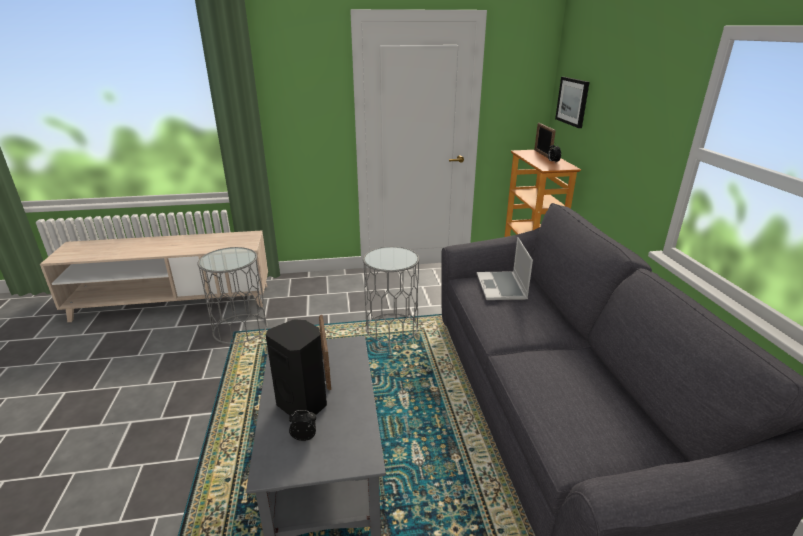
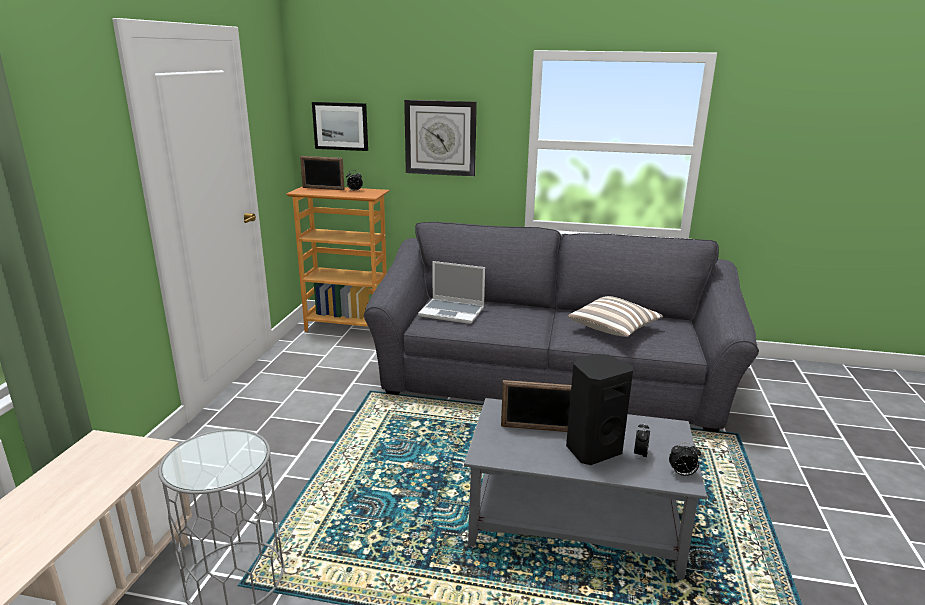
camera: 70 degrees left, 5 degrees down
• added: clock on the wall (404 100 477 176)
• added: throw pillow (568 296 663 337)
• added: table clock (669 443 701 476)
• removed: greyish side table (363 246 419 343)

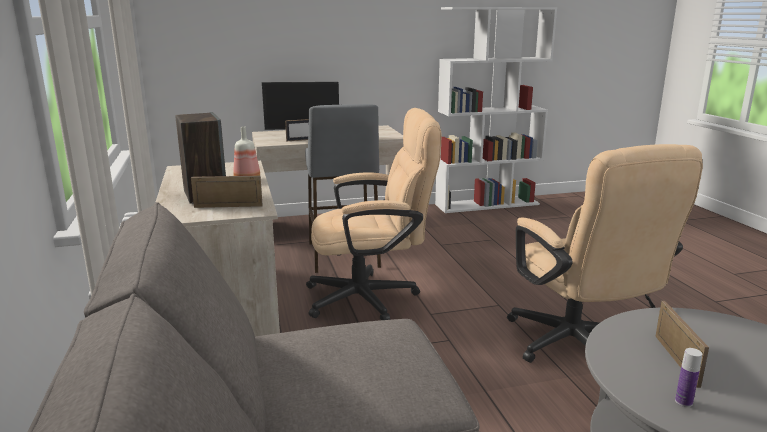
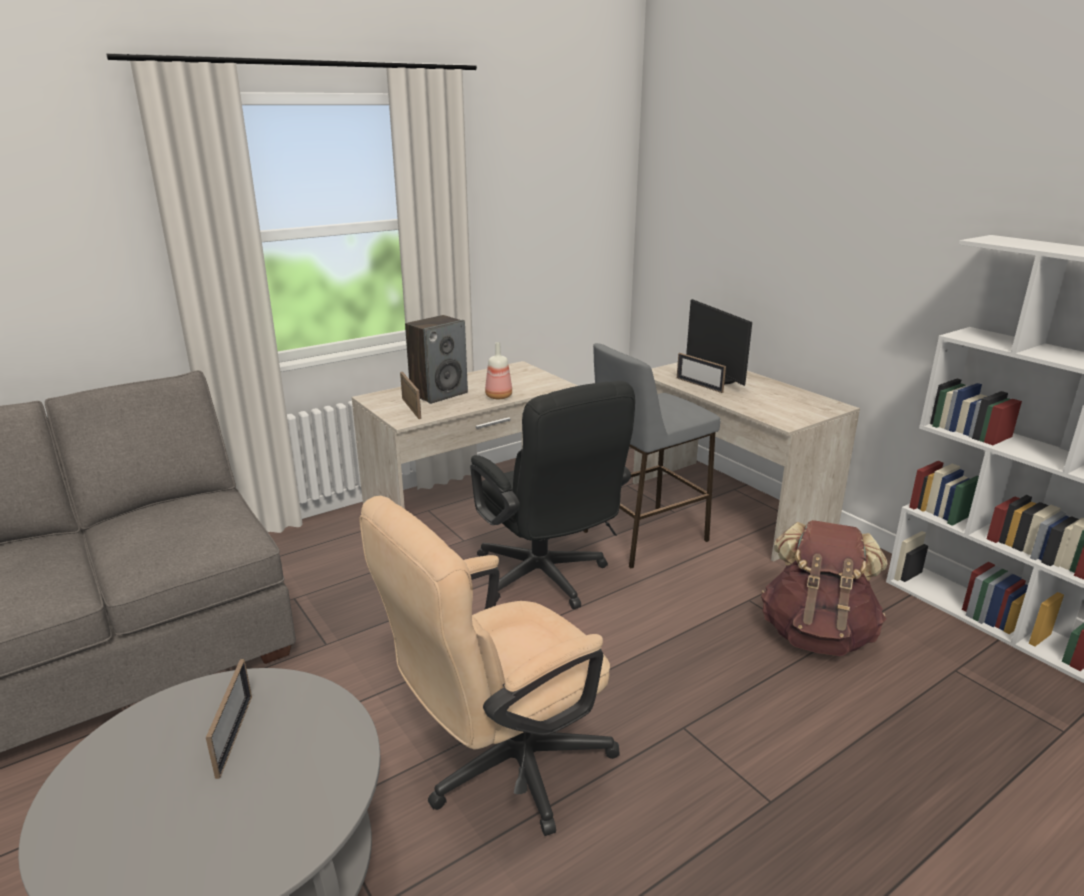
camera: 70 degrees right, 5 degrees up
• turned: standing frame (656 301 709 388) = (206 659 252 779) 75 degrees counterclockwise
• recoloured: beige-coloured computer chair (306 108 441 320) to blackish computer chair (470 381 635 609)
• added: brownish rucksack (761 520 888 656)
• removed: drink bottle (675 348 702 407)

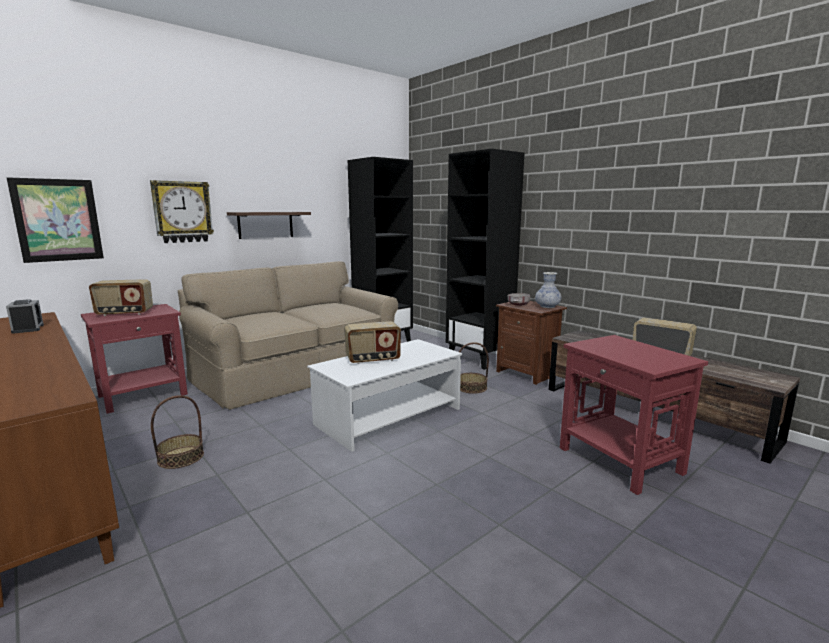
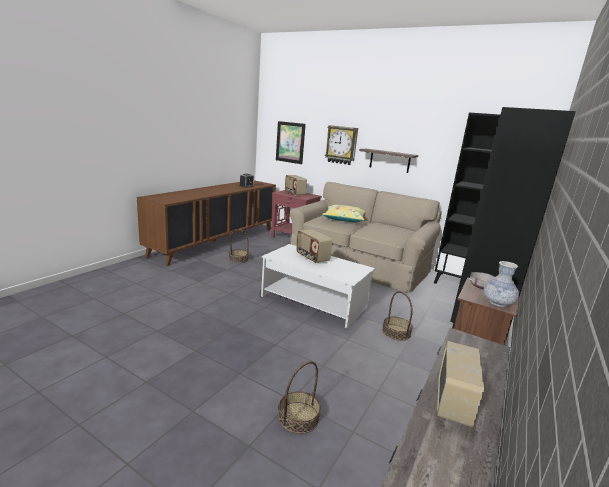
camera: 70 degrees right, 5 degrees up
• replaced: red-coloured side table (560 335 708 495) to basket (278 361 321 434)
• added: yellow throw pillow (322 205 366 222)

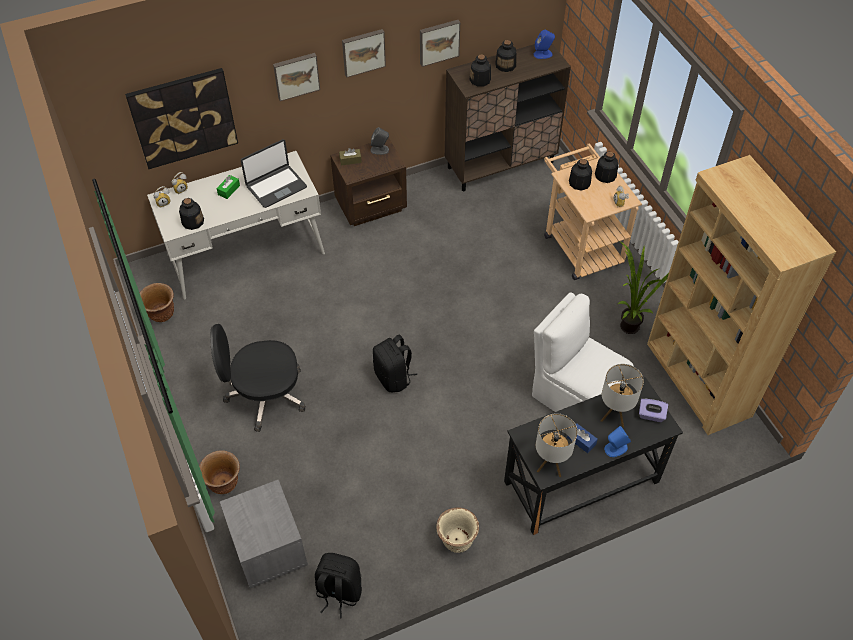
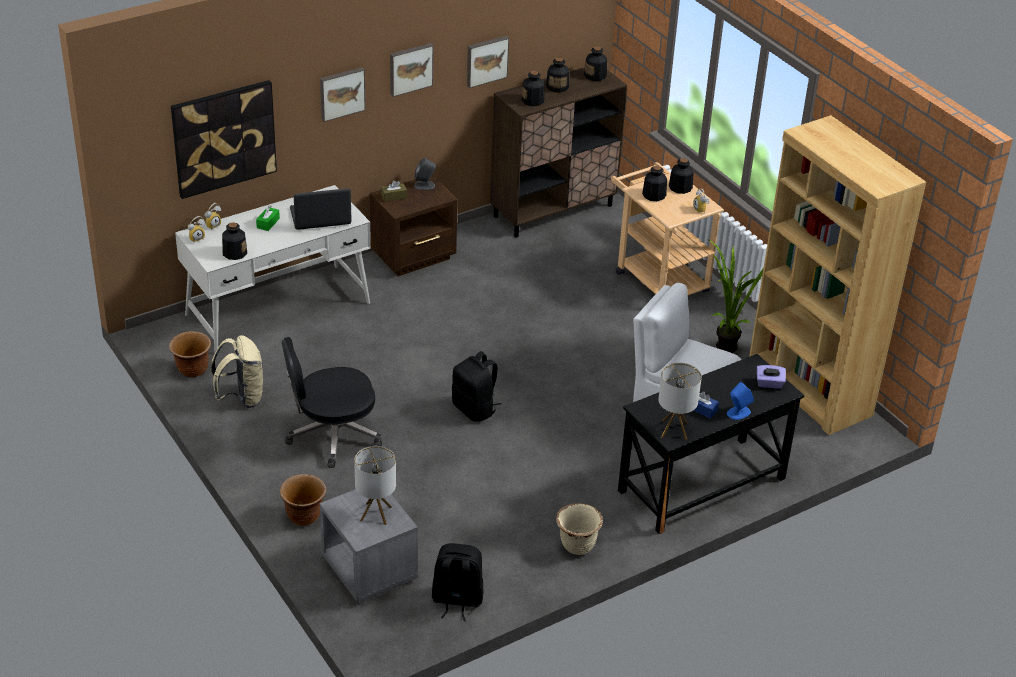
camera: 10 degrees left, 15 degrees down
• added: beige-coloured rucksack (211 335 264 408)
• turned: notebook computer (241 139 307 208) = (290 188 352 230) 150 degrees counterclockwise
• moved: tabletop lamp (601 364 644 428) to (354 446 396 525)
• replaced: blue speaker (534 30 555 59) to drink bottle (584 47 607 81)

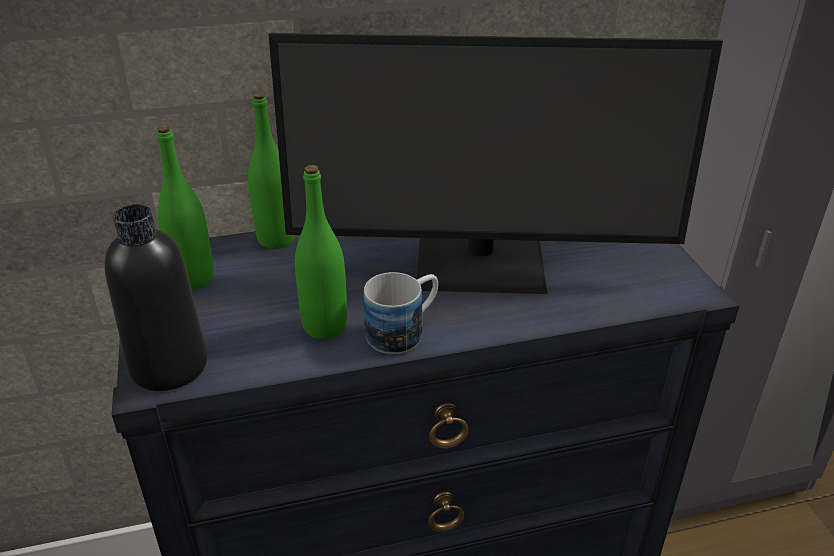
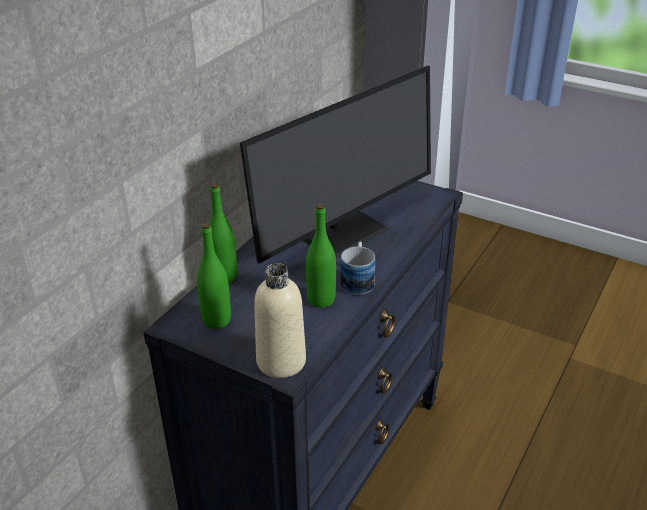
camera: 45 degrees left, 0 degrees up
• recoloured: blackish drink bottle (105 204 207 391) to beige-coloured drink bottle (254 263 306 378)

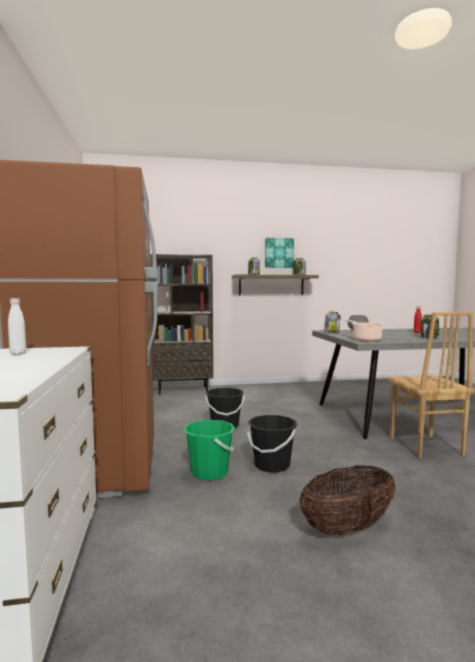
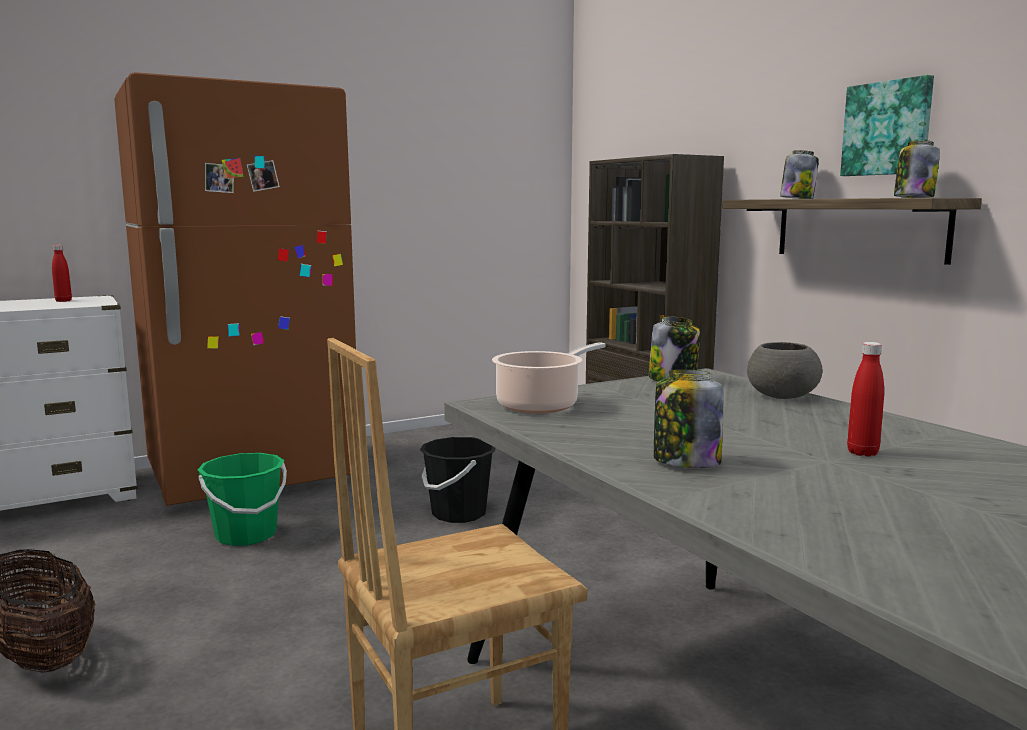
camera: 70 degrees right, 5 degrees up
• recoloured: whitish drink bottle (8 298 26 355) to red-coloured drink bottle (52 245 72 302)
• removed: blackish bucket (247 415 297 472)

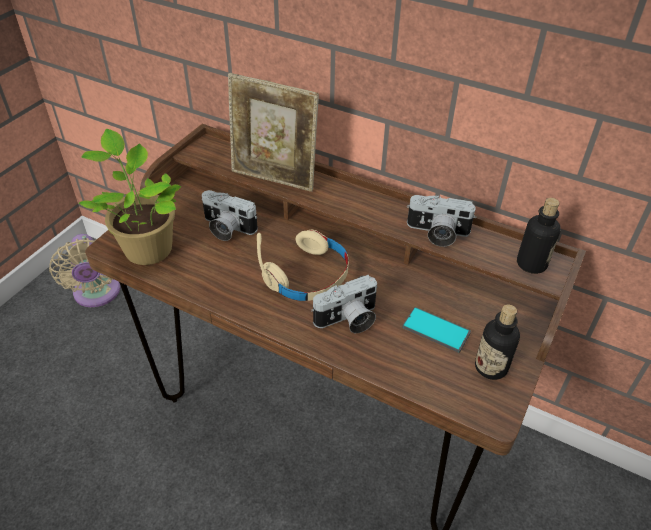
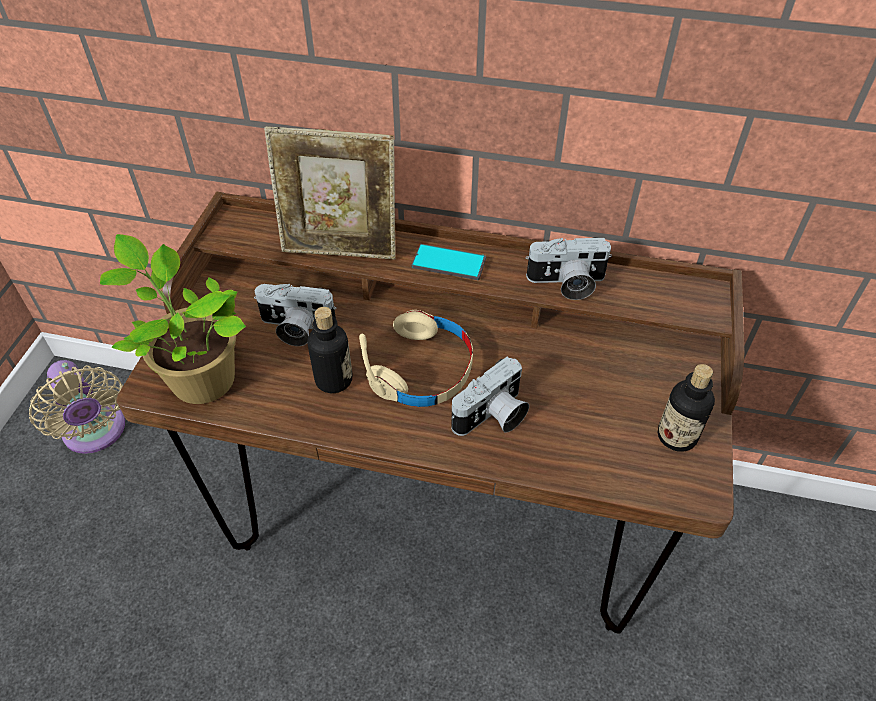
camera: 15 degrees left, 5 degrees up
• moved: drink bottle (517 198 561 274) to (307 307 352 393)
• moved: handset (402 307 471 353) to (411 244 486 280)

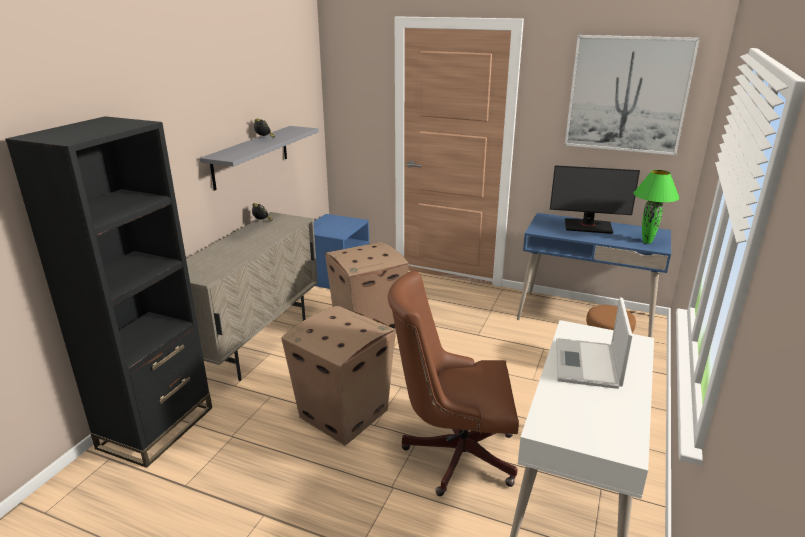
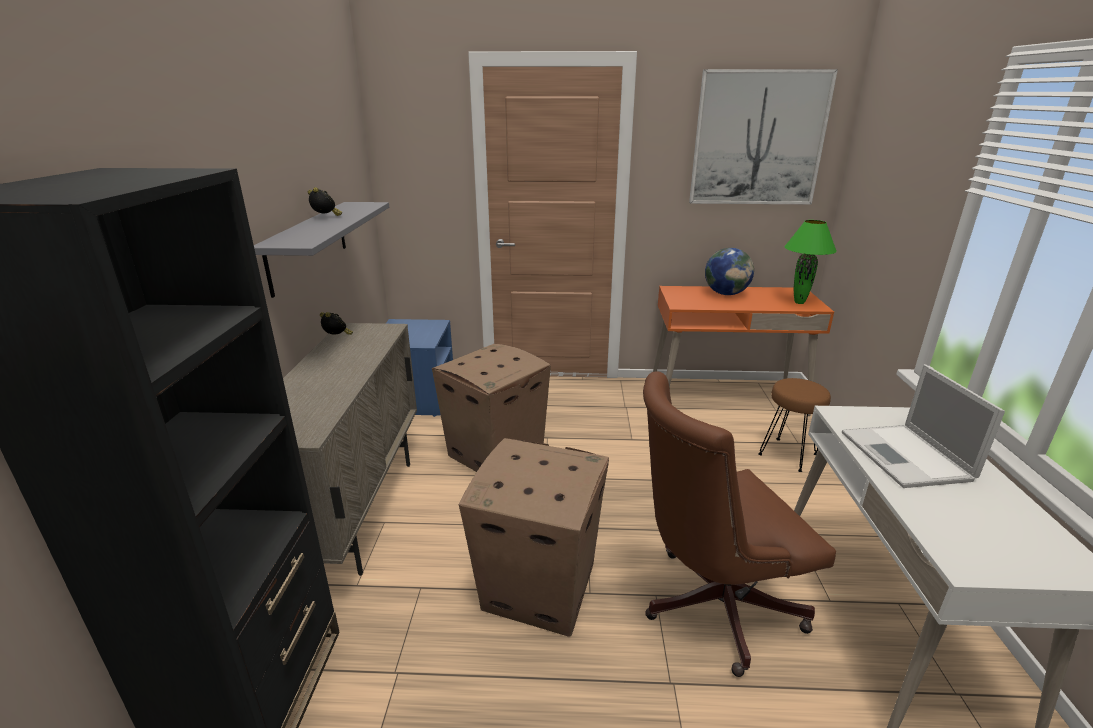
camera: 20 degrees left, 0 degrees up
• recoloured: blue desk table (517 213 671 337) to orange-coloured desk table (653 286 834 416)
• replaced: computer display (550 165 640 234) to world globe (705 248 754 295)

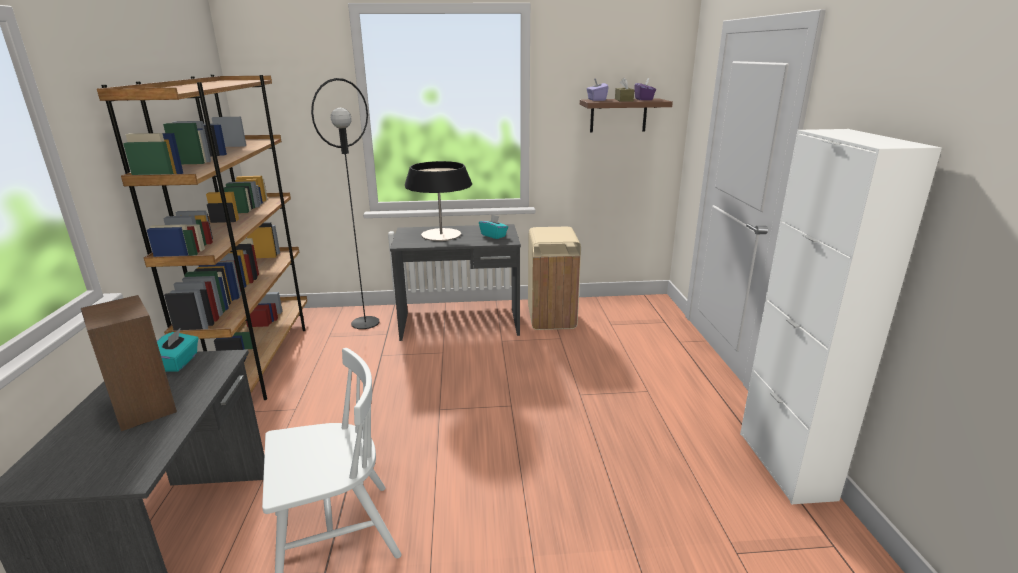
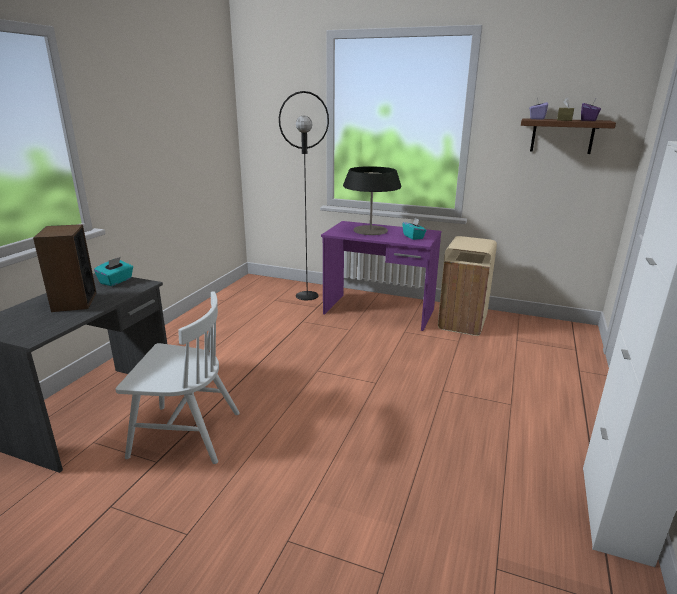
camera: 25 degrees right, 0 degrees up
• recoloured: greyish desk table (390 224 521 341) to purplish desk table (321 221 442 331)
• removed: brownish bookcase (97 75 307 400)

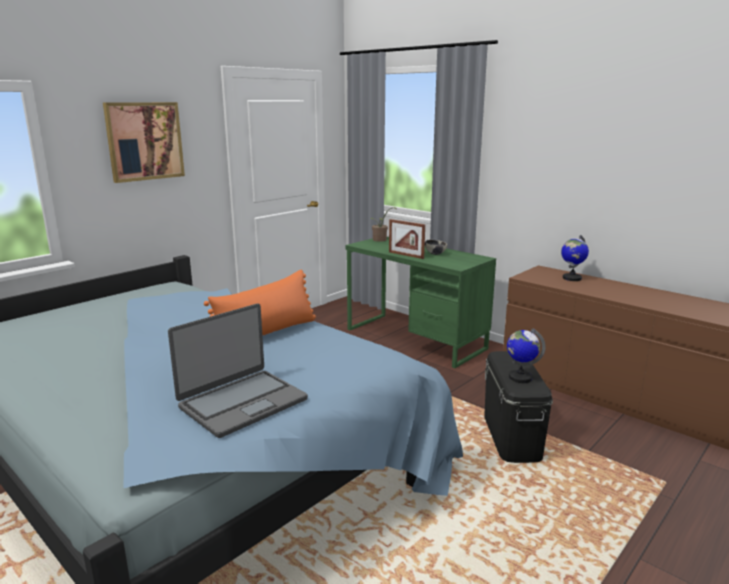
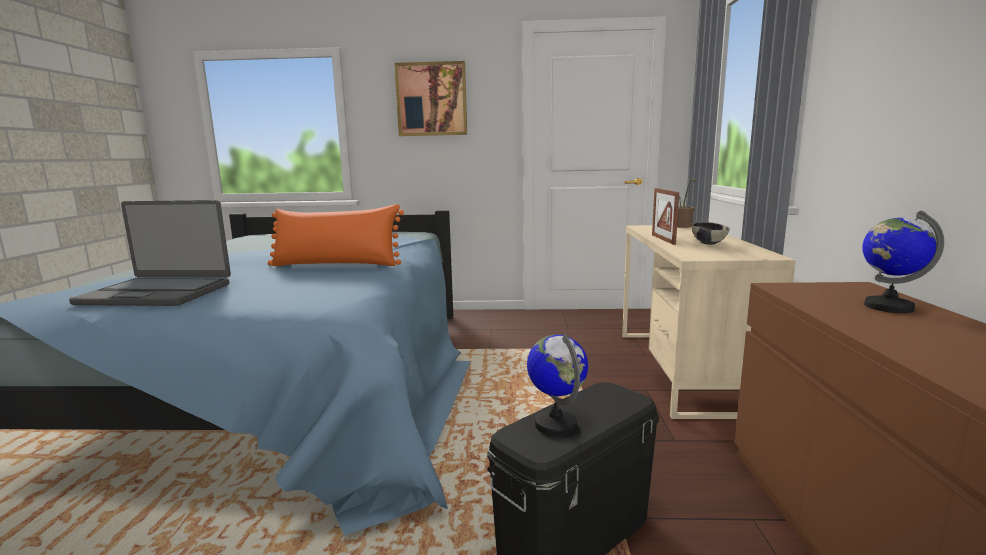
camera: 50 degrees right, 5 degrees down
• recoloured: green desk table (345 237 496 368) to beige-coloured desk table (622 225 796 419)

